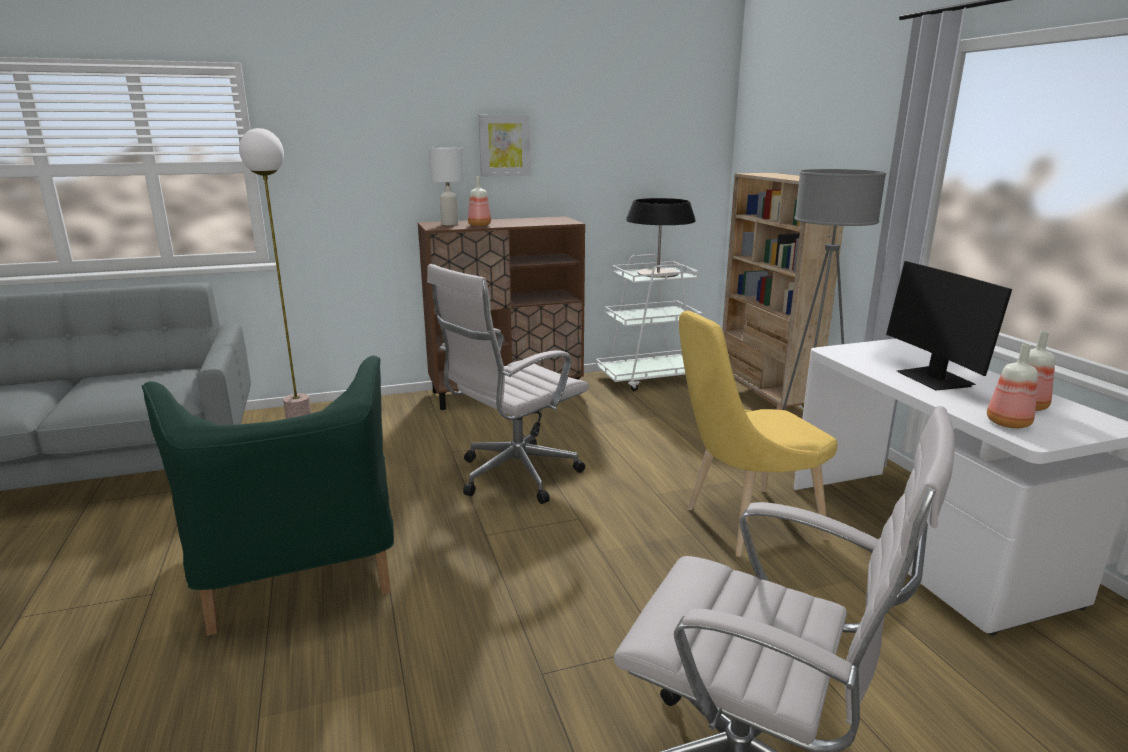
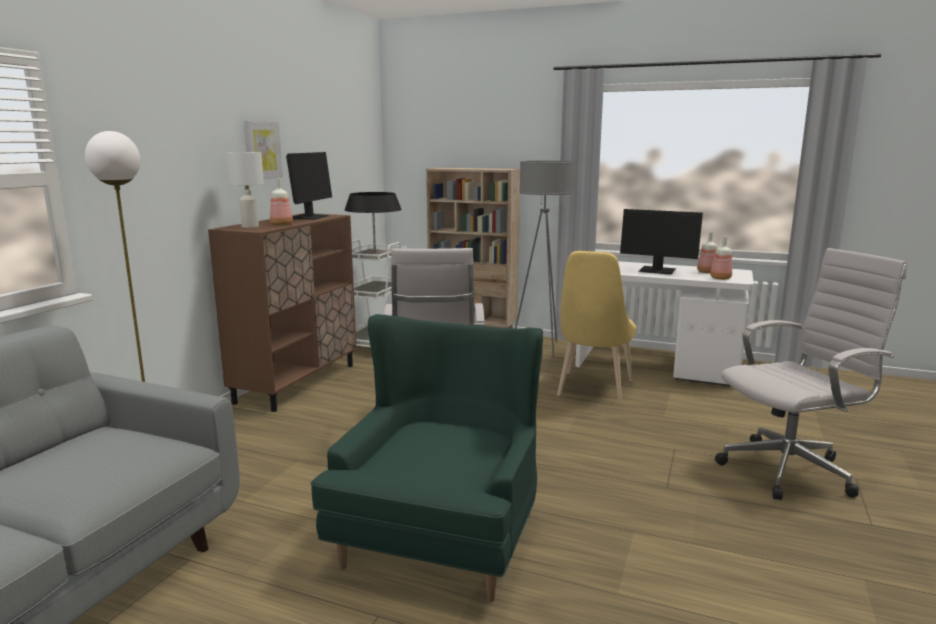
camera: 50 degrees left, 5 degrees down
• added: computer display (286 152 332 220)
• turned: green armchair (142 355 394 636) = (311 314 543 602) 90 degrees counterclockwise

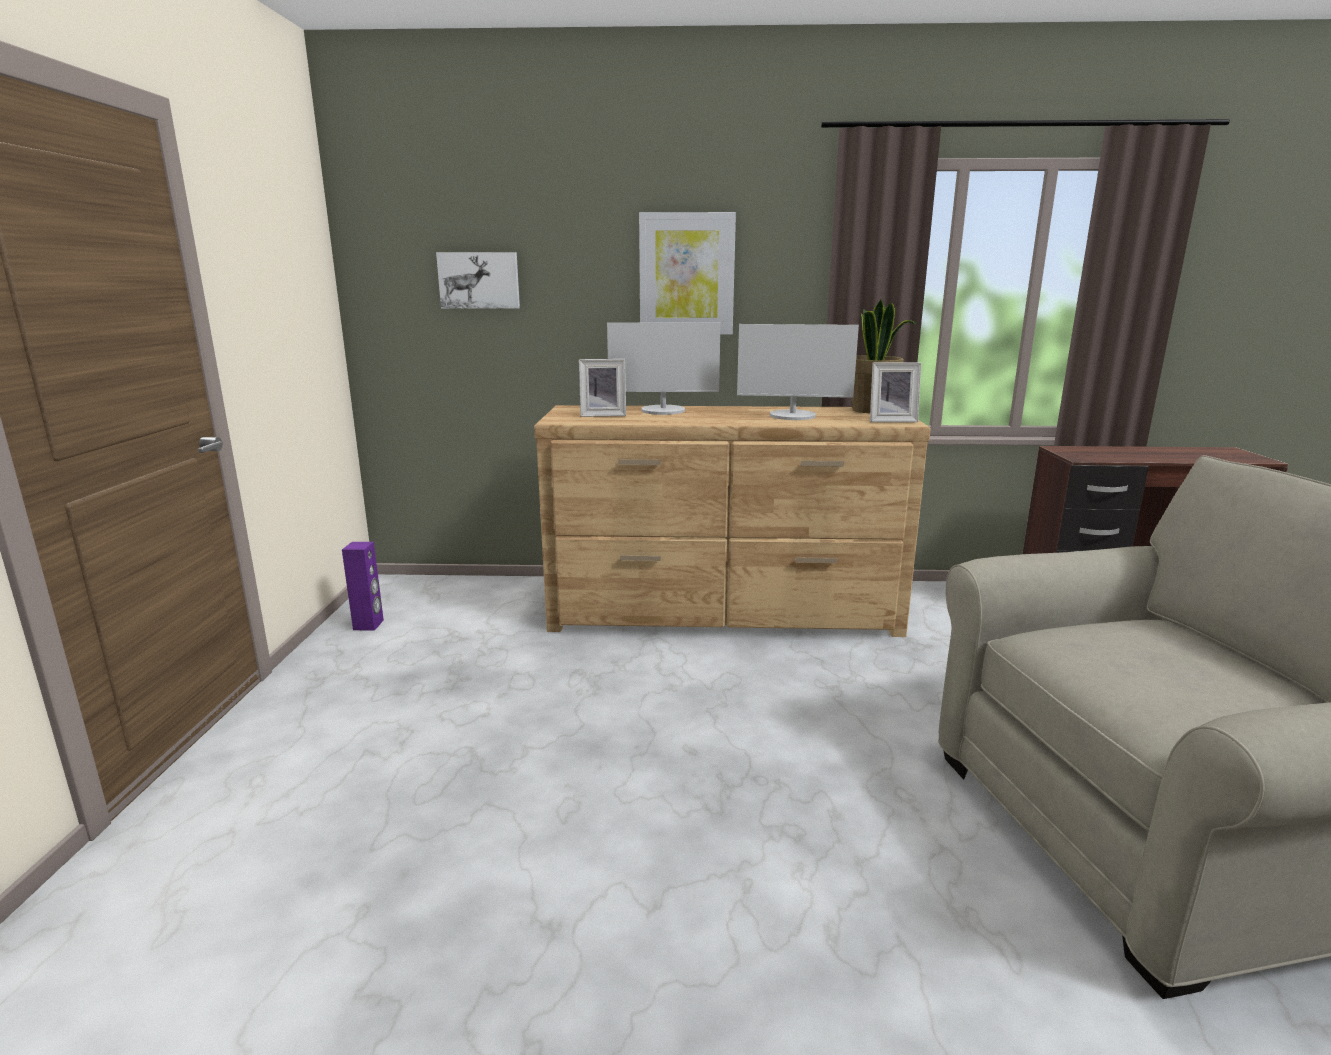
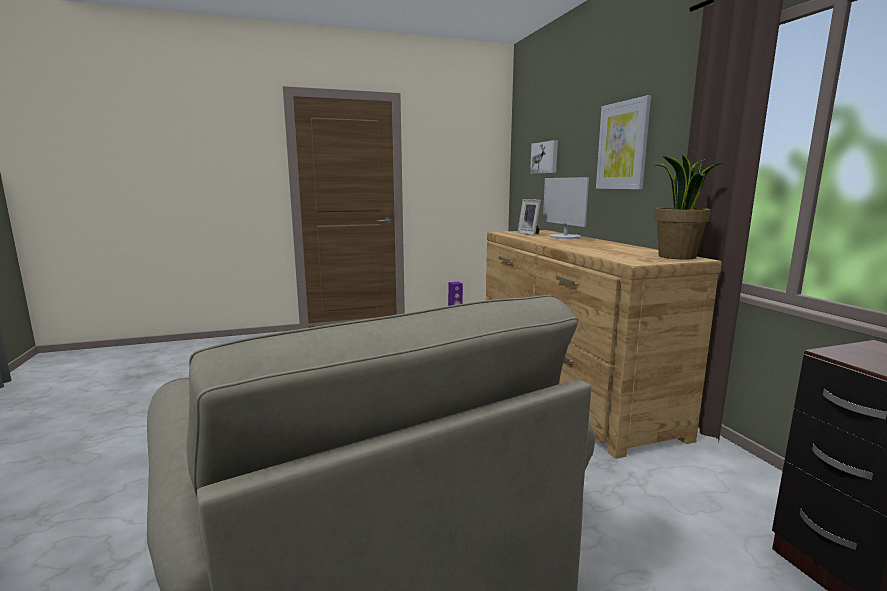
camera: 70 degrees right, 5 degrees down
• removed: computer display (737 324 859 420)
• removed: standing frame (870 362 921 422)

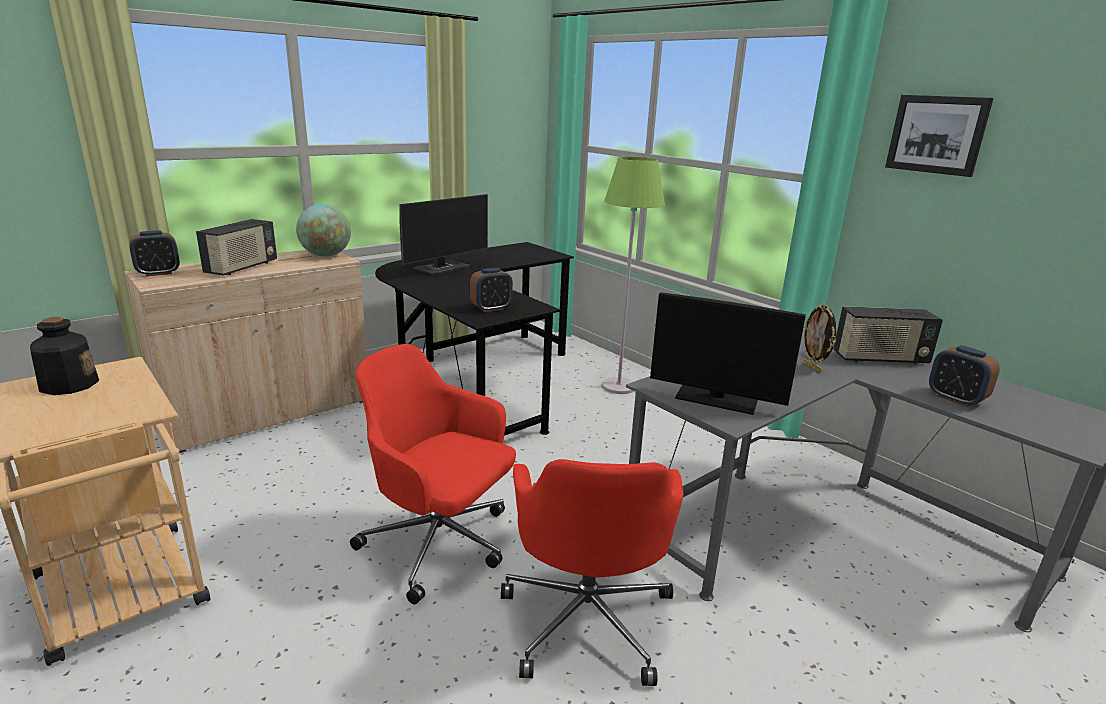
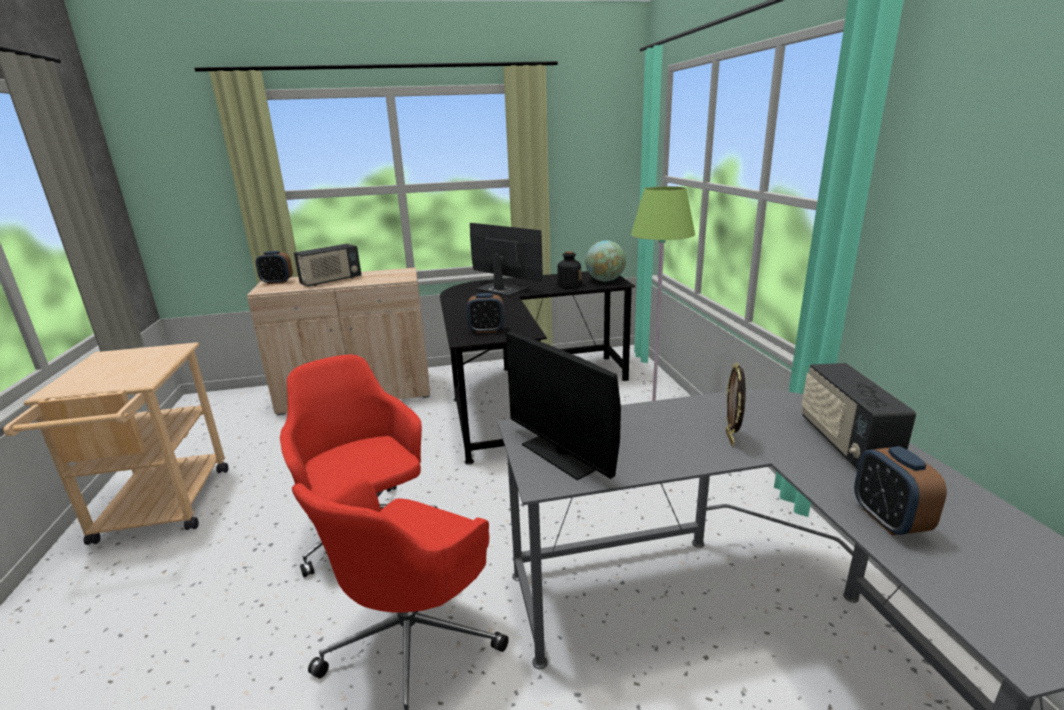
camera: 30 degrees right, 0 degrees up
• turned: computer display (399 194 488 276) = (470 223 543 296) 120 degrees counterclockwise
• moved: drink bottle (30 317 99 395) to (557 251 582 289)
• moved: world globe (296 204 351 257) to (585 240 626 281)
• turned: radio set (833 306 943 365) = (801 363 916 469) 60 degrees clockwise
• removed: wall picture (885 95 994 177)

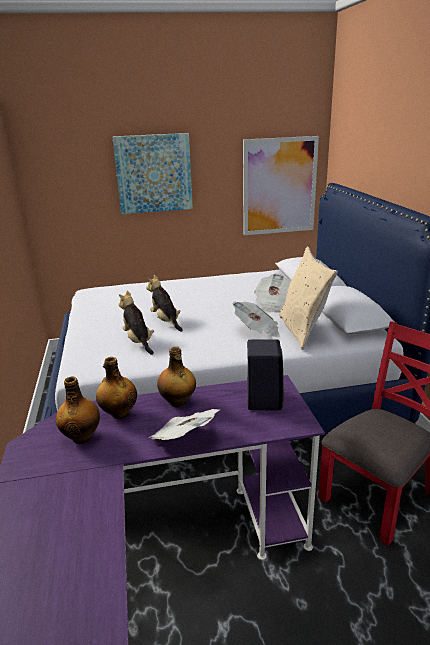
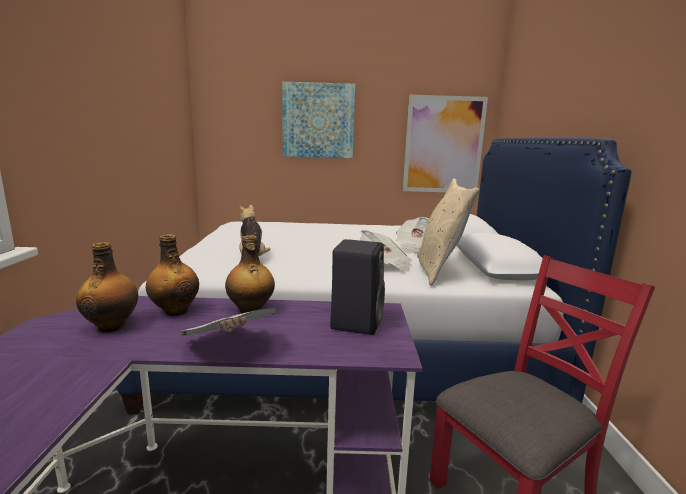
camera: 10 degrees right, 10 degrees down
• removed: cuddly toy (146 275 183 332)

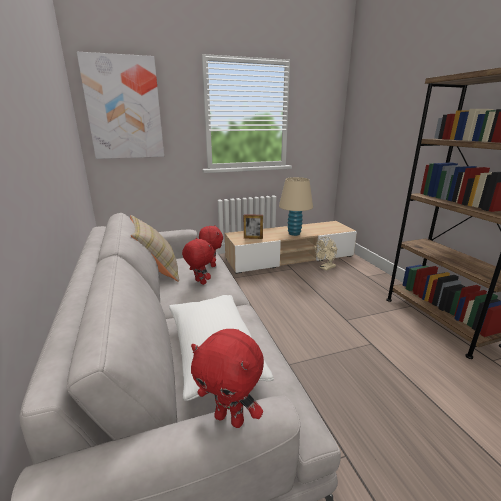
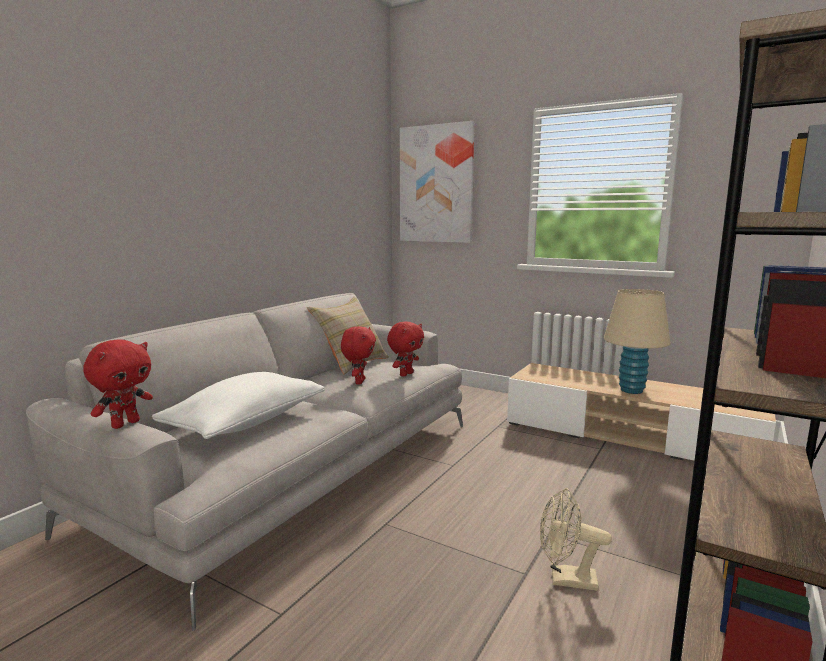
camera: 50 degrees right, 10 degrees down
• turned: red-coloured cuddly toy (191 329 264 428) = (83 339 153 429) 135 degrees counterclockwise
• moved: beige-coloured cooling fan (315 237 337 271) to (540 488 612 591)
• removed: standing frame (244 214 263 239)

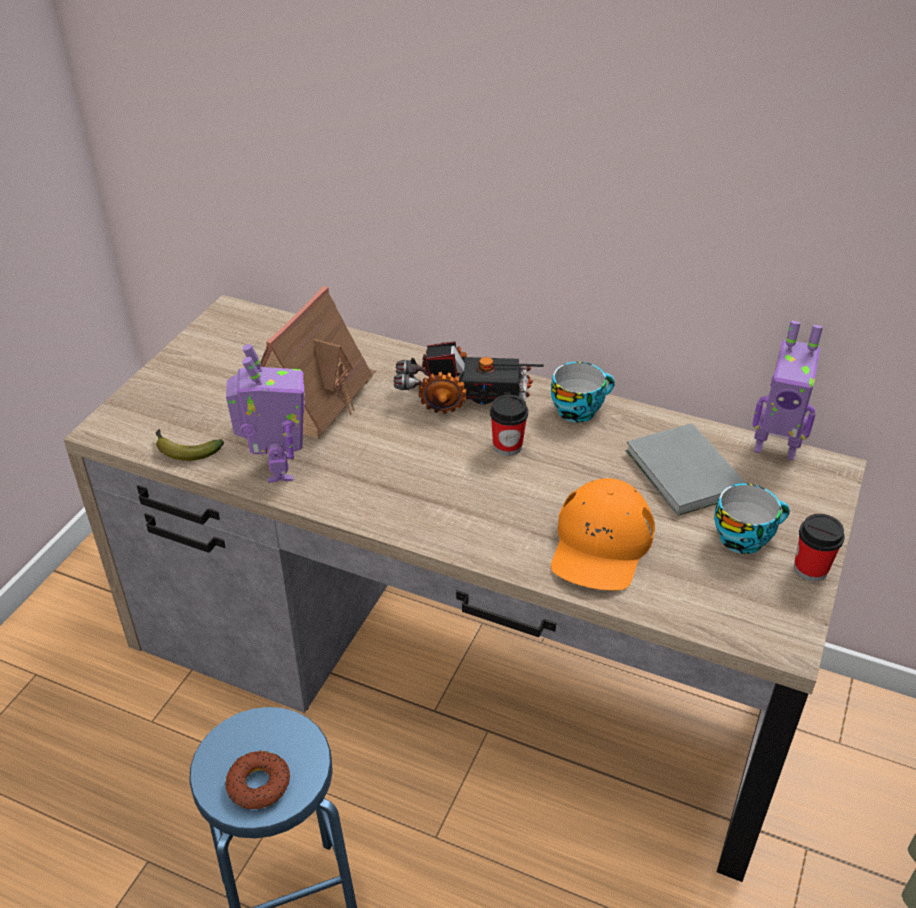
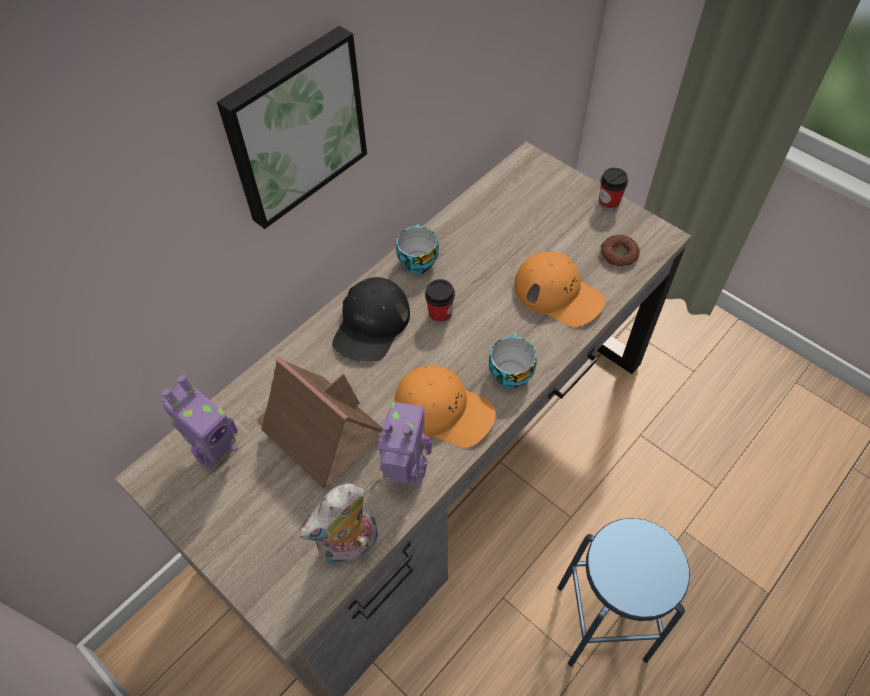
camera: 70 degrees left, 15 degrees up
• moved: toy robot (752 321 823 460) to (161 375 238 472)
• added: wall picture (217 26 367 229)
• replaced: whole banana (156 429 224 461) to cuddly toy (300 483 378 566)
• replaced: model truck (394 341 544 414) to blackish cap (332 277 410 362)
• added: orange-coloured cap (394 365 495 448)
• moved: small cup (714 483 790 554) to (489 333 536 388)
• moved: ring doughnut (225 750 290 809) to (601 235 640 266)
• removed: greyish book (626 423 747 516)

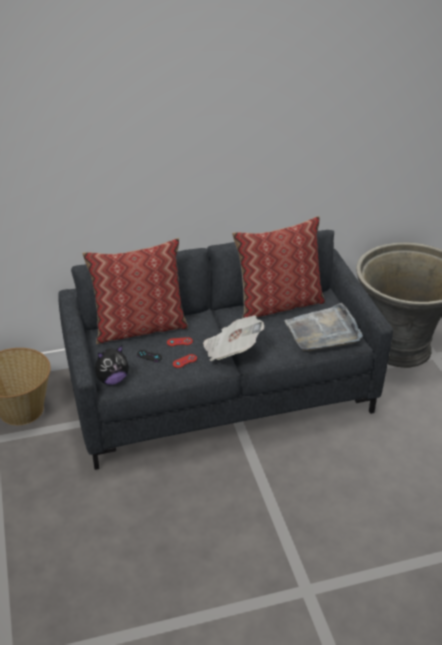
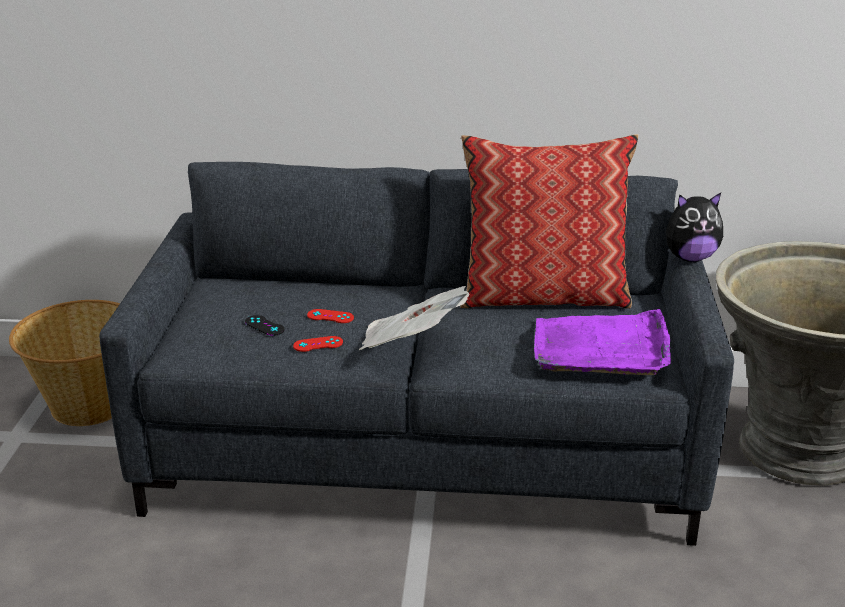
camera: 20 degrees right, 10 degrees down
• recoloured: greyish tray (284 303 363 351) to purplish tray (534 309 671 375)
• moved: cuddly toy (95 345 129 385) to (666 193 723 262)
• removed: throw pillow (82 238 188 344)

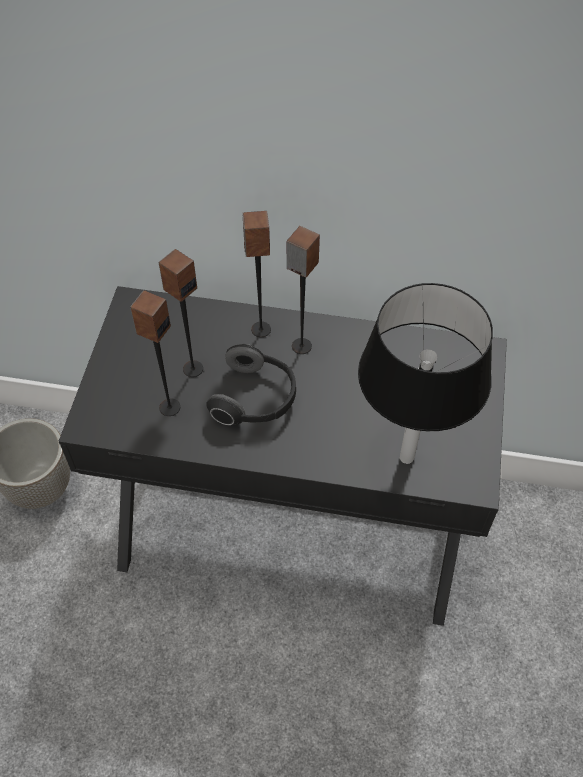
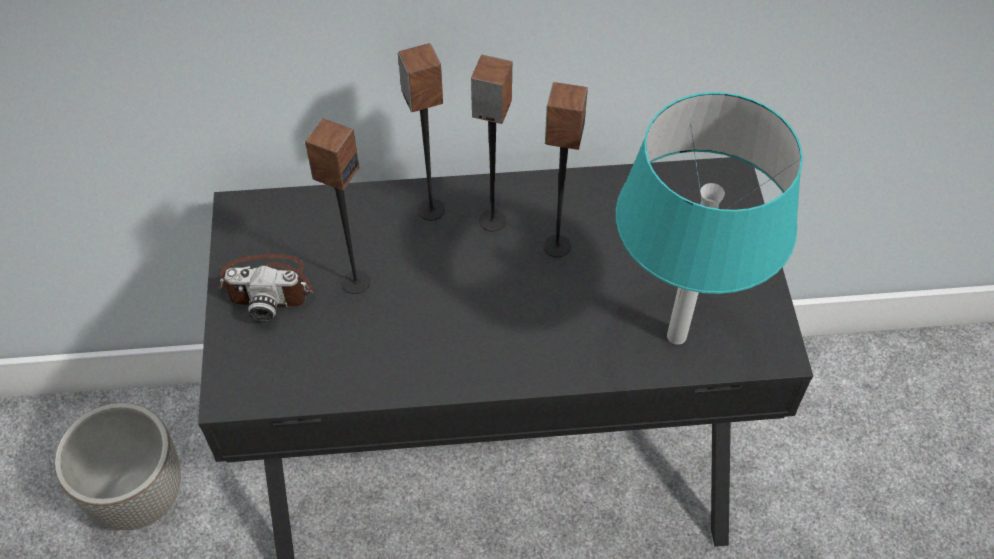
camera: 15 degrees left, 0 degrees up
• added: still camera (217 254 313 322)
• moved: speaker (130 290 180 416) to (543 82 588 257)
• recoloured: blackish tabletop lamp (358 283 493 464) to blue-green tabletop lamp (616 92 803 345)
• removed: headset (206 344 296 425)

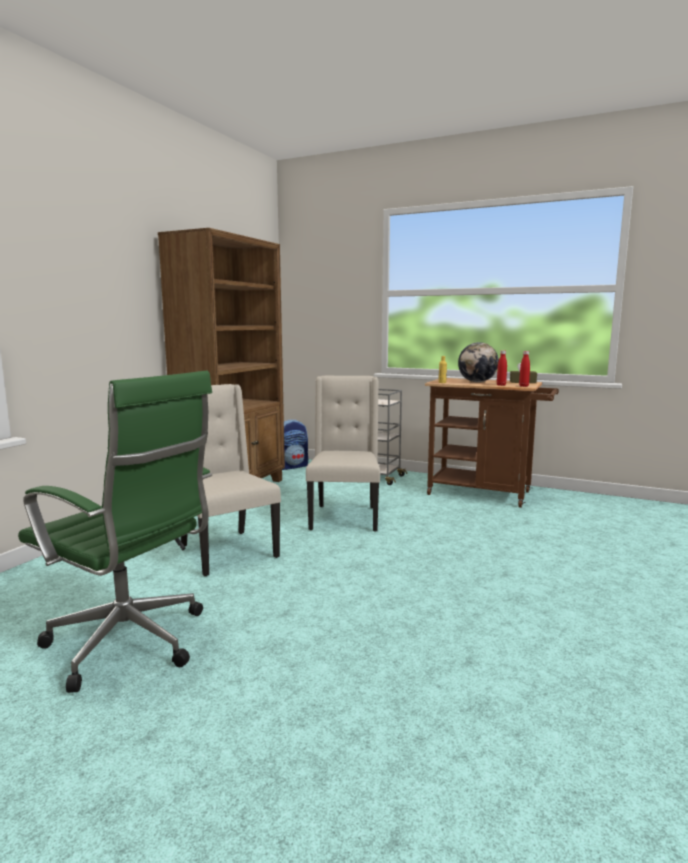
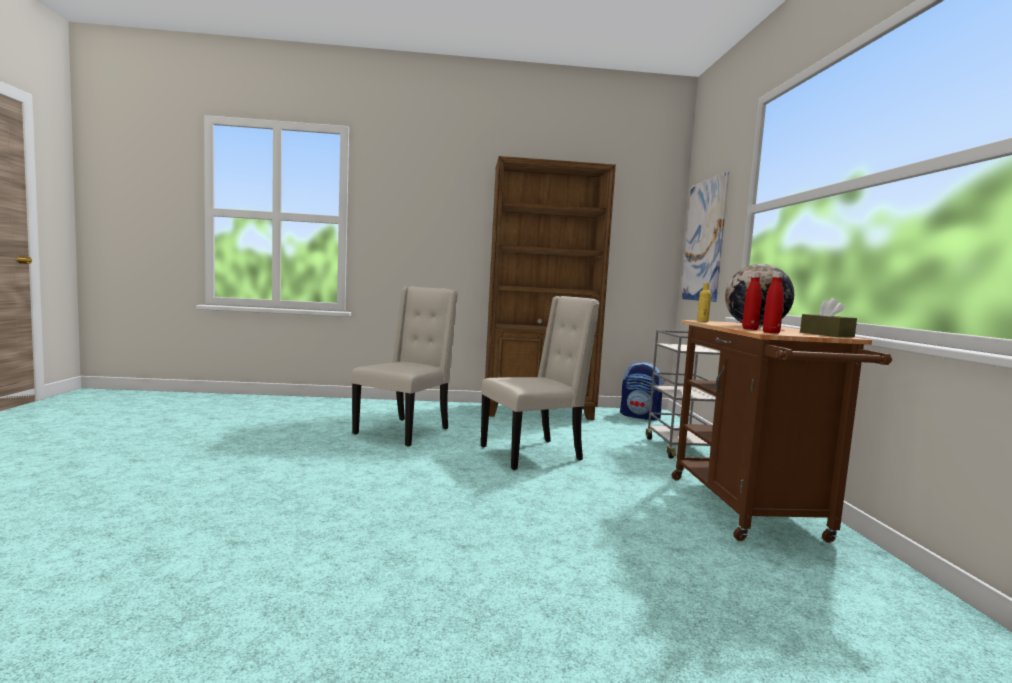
camera: 60 degrees right, 5 degrees down
• added: wall picture (681 171 729 302)
• removed: green computer chair (18 371 212 693)

